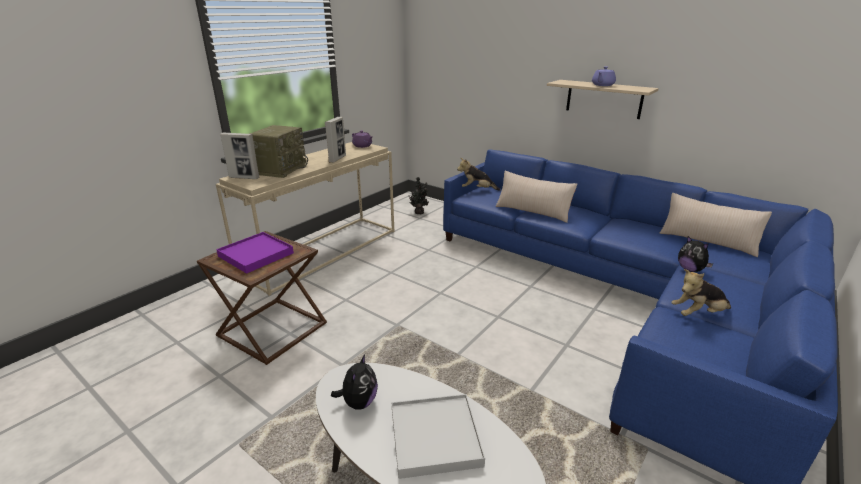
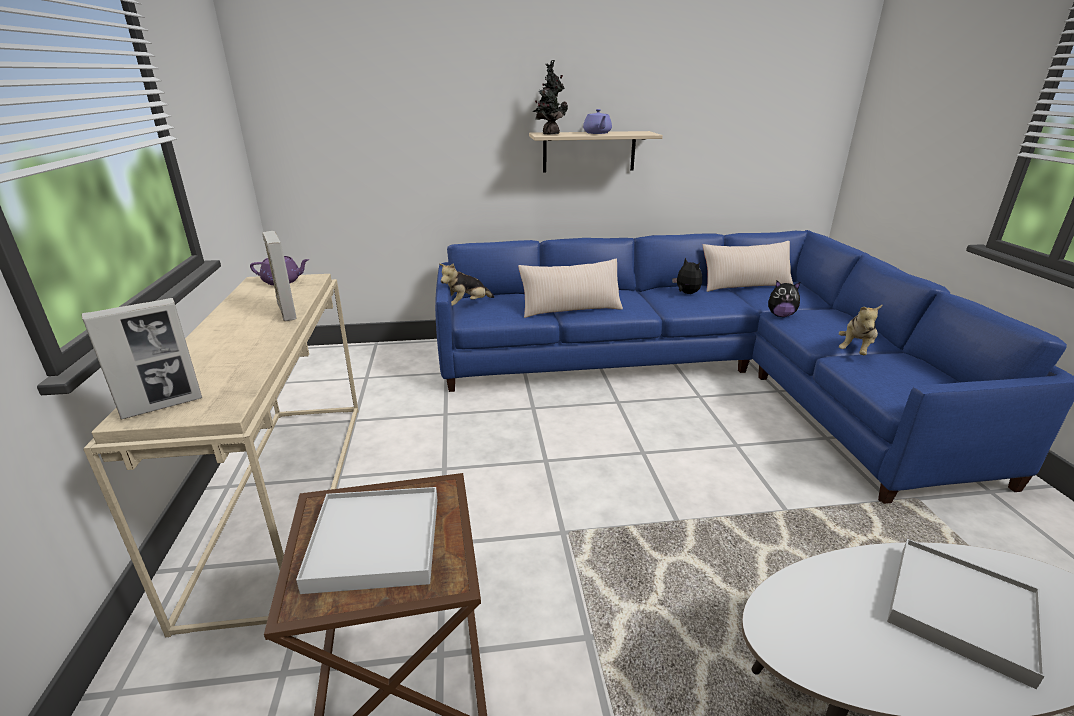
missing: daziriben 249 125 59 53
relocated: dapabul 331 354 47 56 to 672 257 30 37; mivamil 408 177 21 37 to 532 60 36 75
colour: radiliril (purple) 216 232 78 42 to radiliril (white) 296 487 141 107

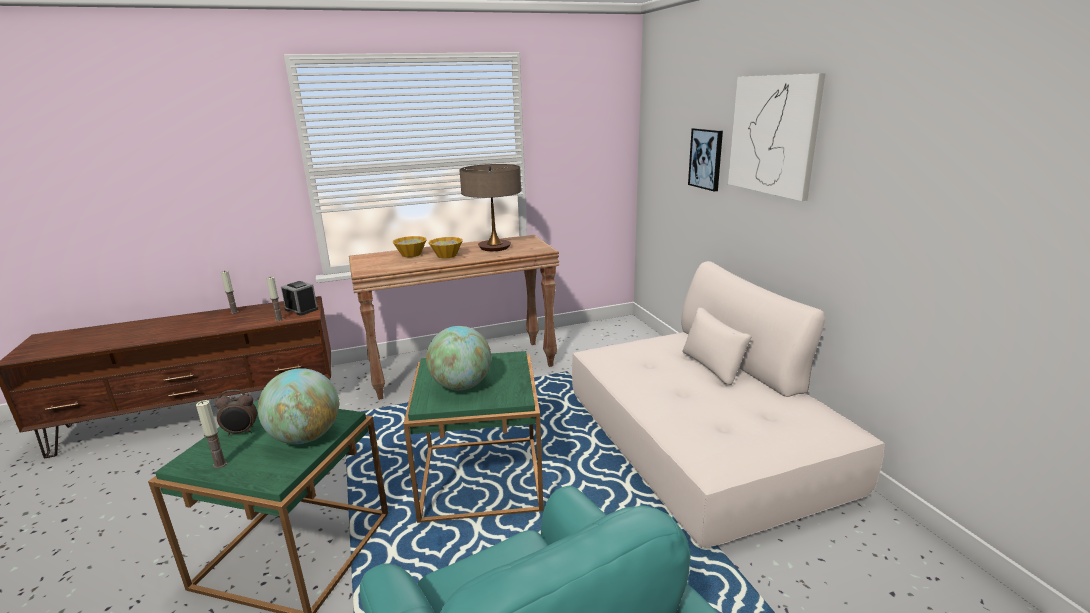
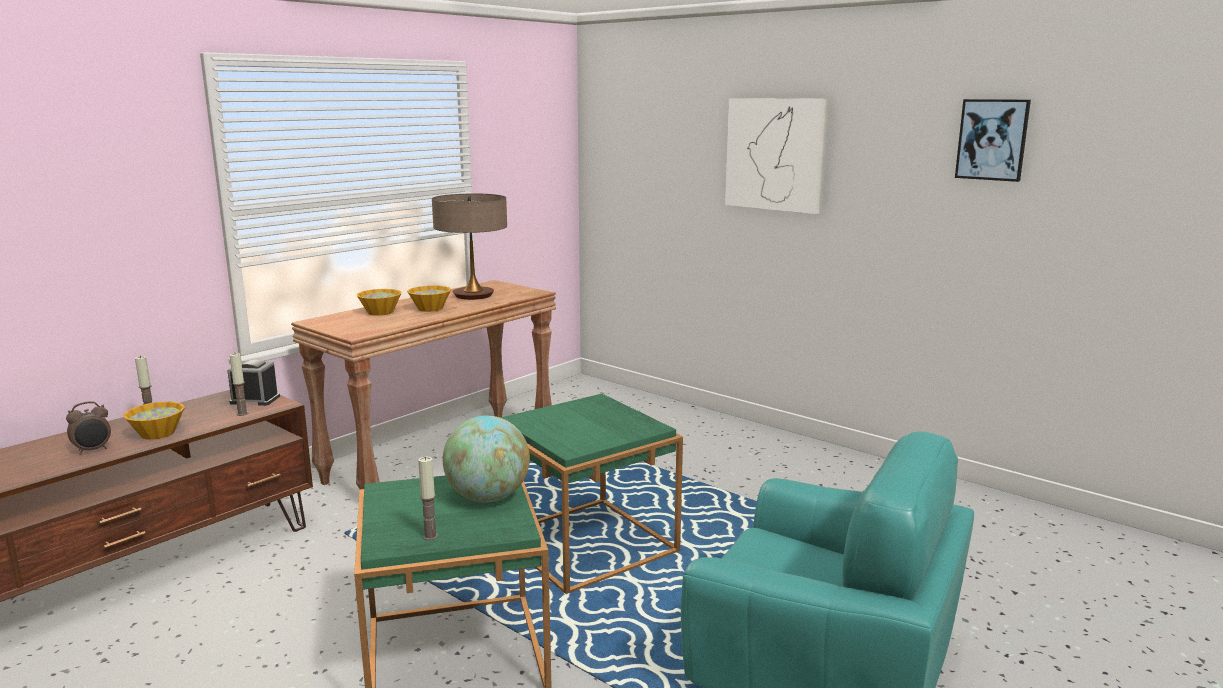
missing: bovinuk 426 326 65 64; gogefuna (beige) 572 261 313 287
appeared: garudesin 123 402 62 38
relocated: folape 215 390 42 46 to 66 401 45 54; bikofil 688 128 35 63 to 955 99 76 83

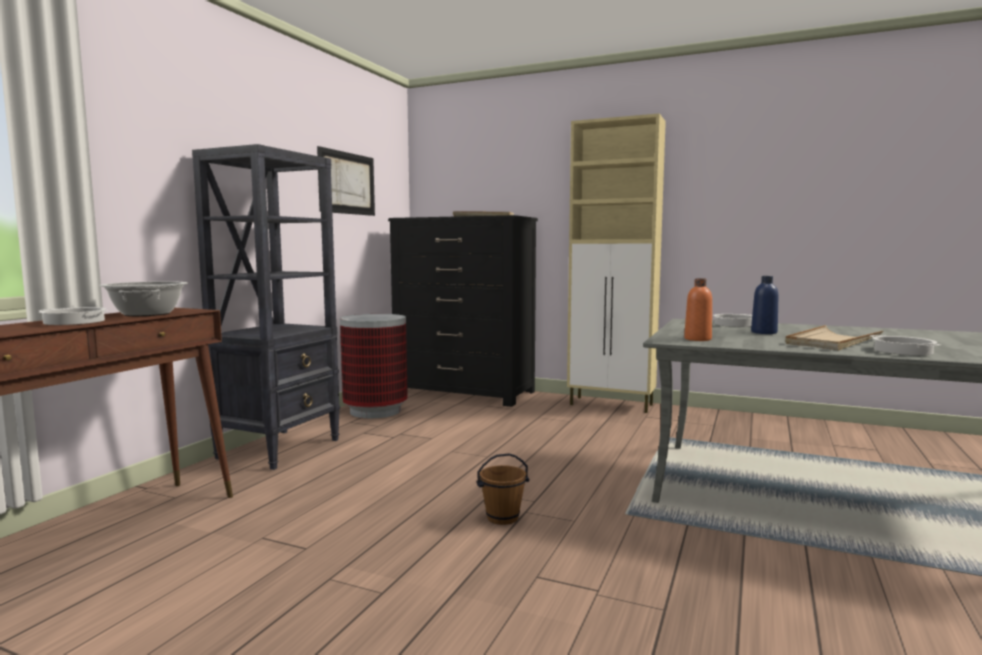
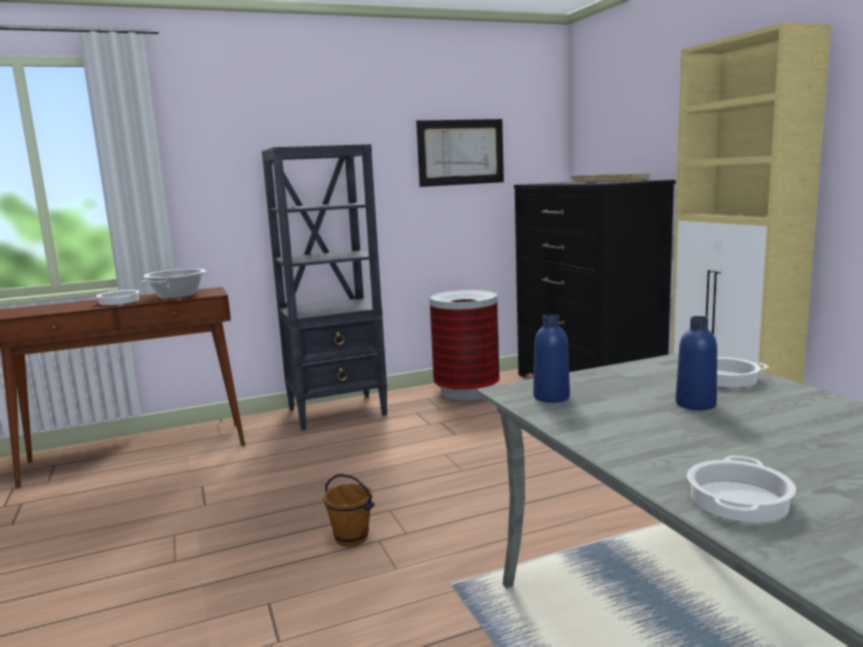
missing: radiliril (beige) 785 325 98 25
colour: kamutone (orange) 684 278 28 63 to kamutone (blue) 533 314 37 89

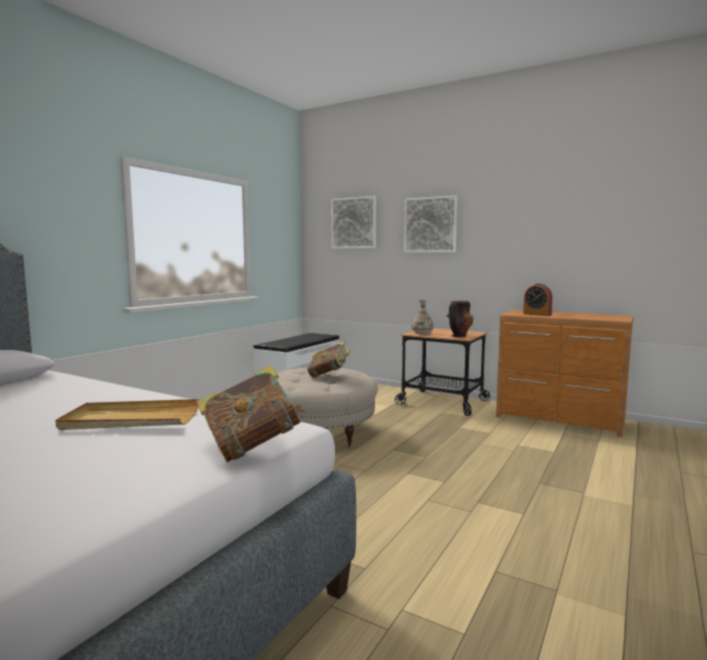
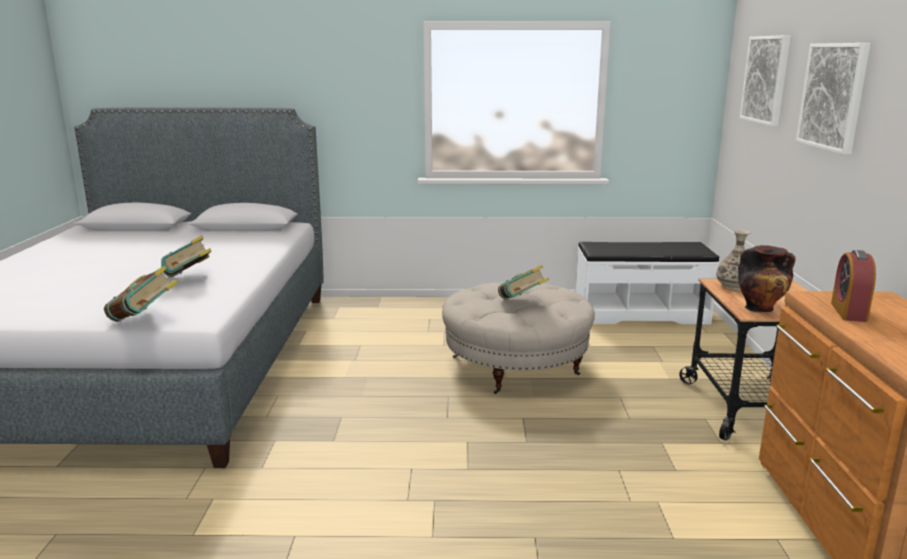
exchanged: radiliril (beige) 55 399 145 31 to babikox 161 235 51 42

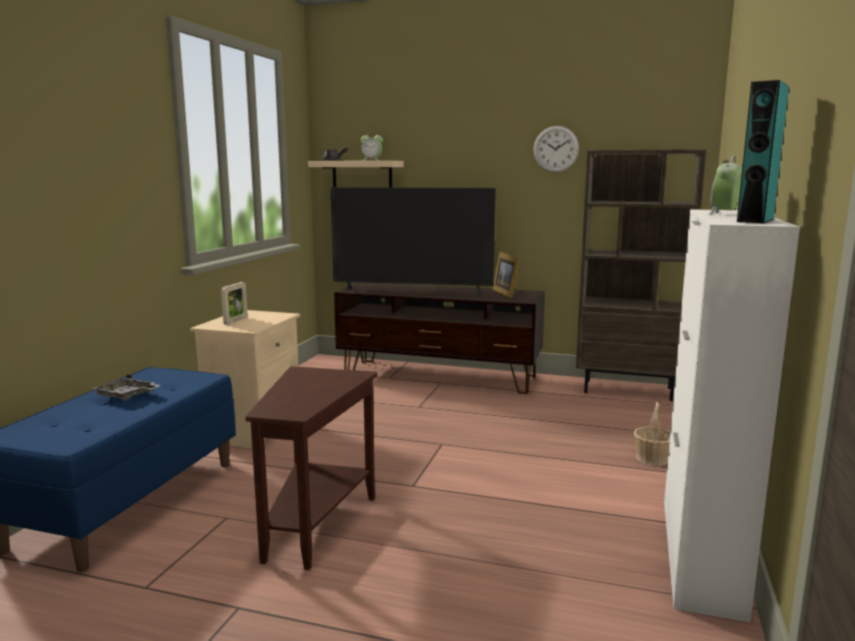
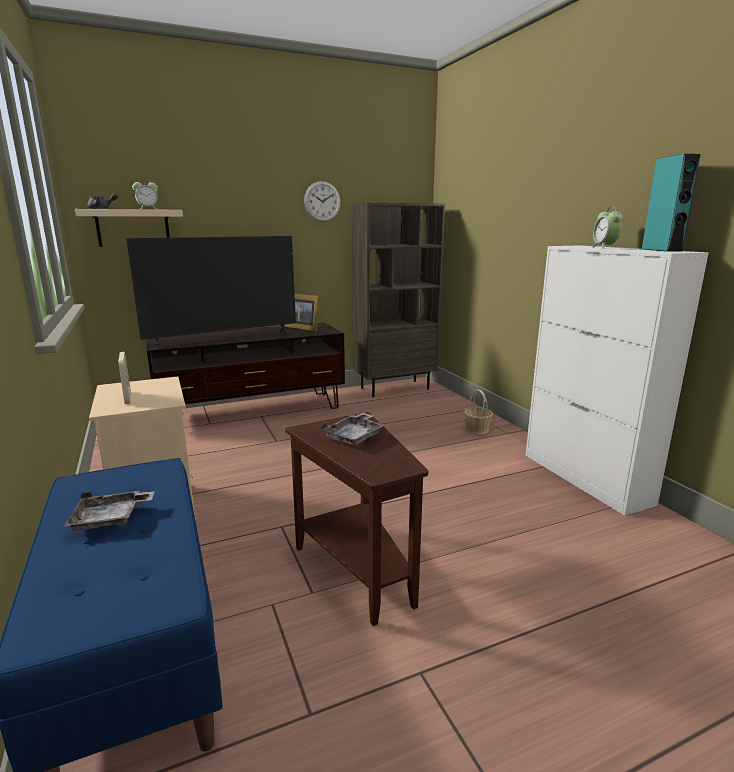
appeared: radiliril (grey) 321 413 64 32

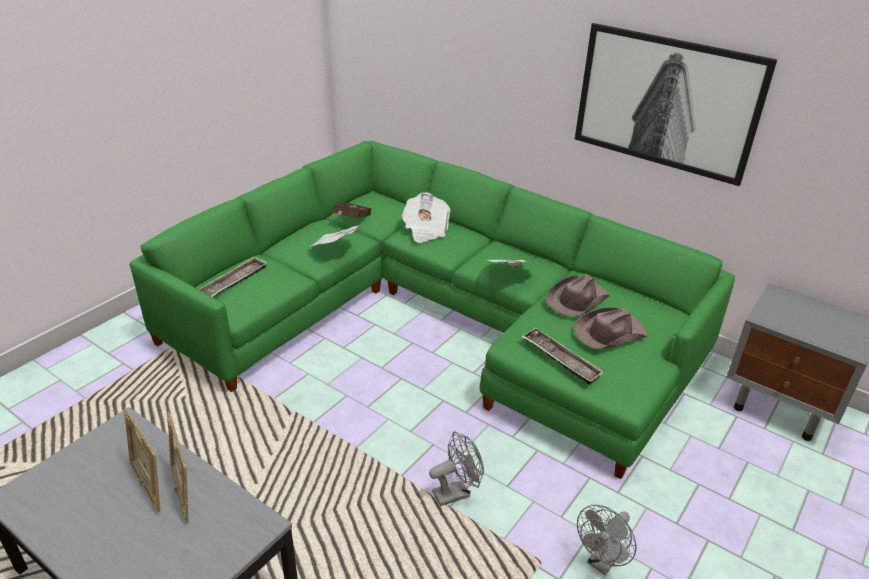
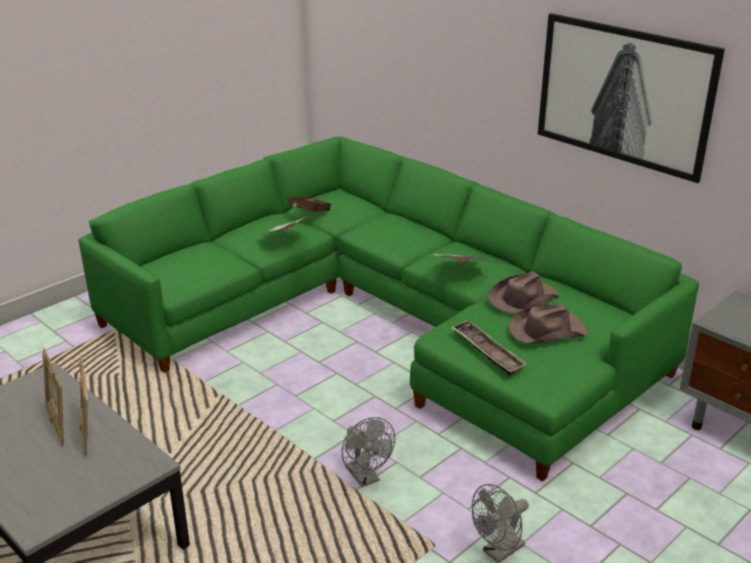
missing: radiliril 199 256 68 41; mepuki 402 193 49 50
spun: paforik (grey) 429 431 55 75 = 342 417 53 70 75 degrees clockwise

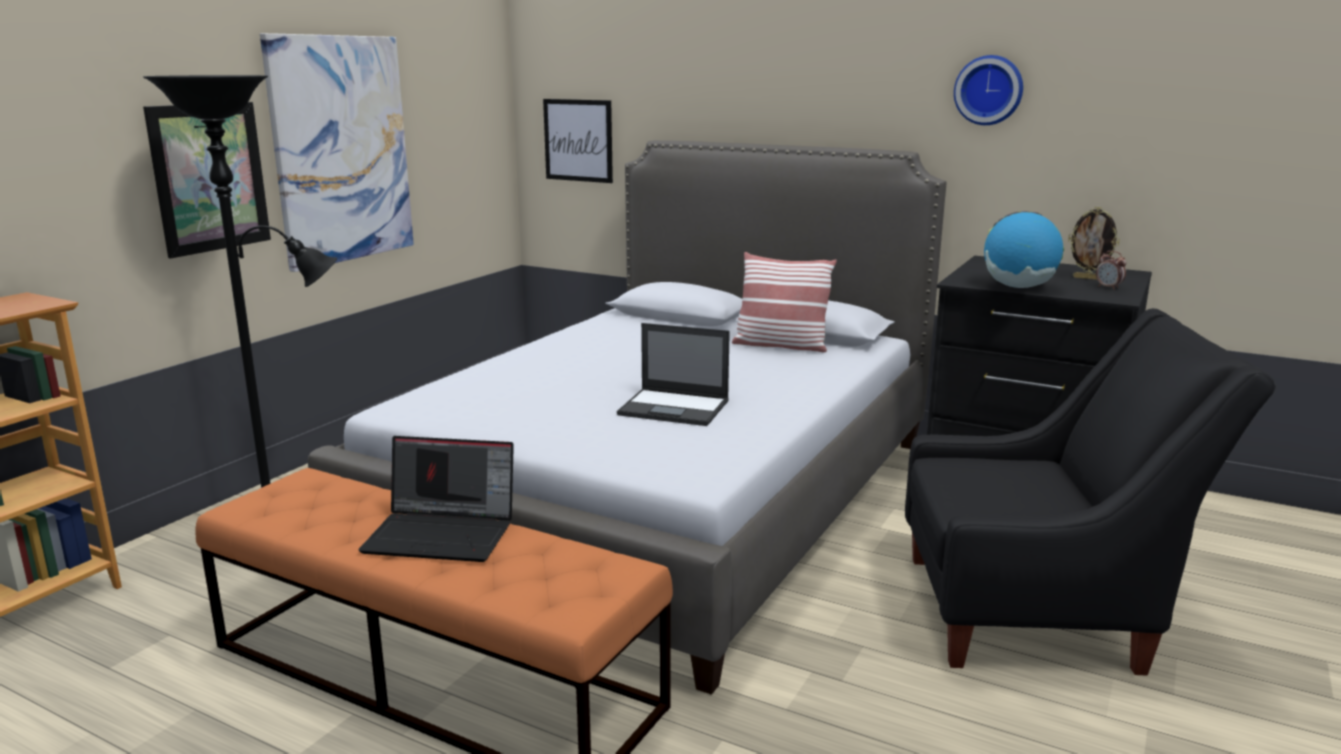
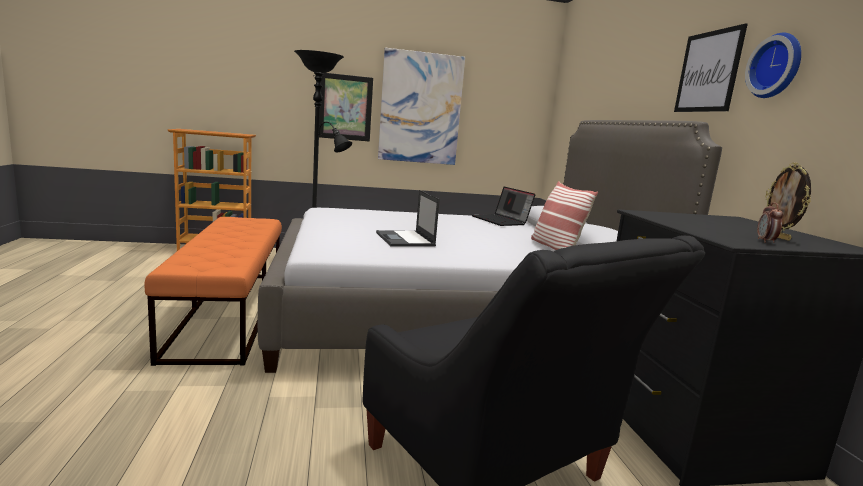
missing: bovinuk 984 211 80 77
relocated: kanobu 359 436 155 126 to 472 187 63 39; bikofil 543 99 70 84 to 674 24 74 88

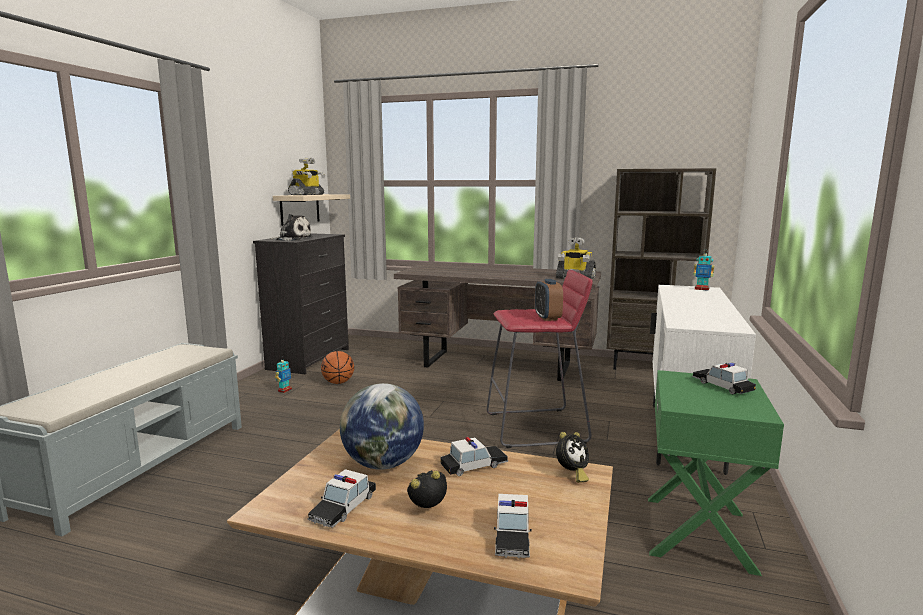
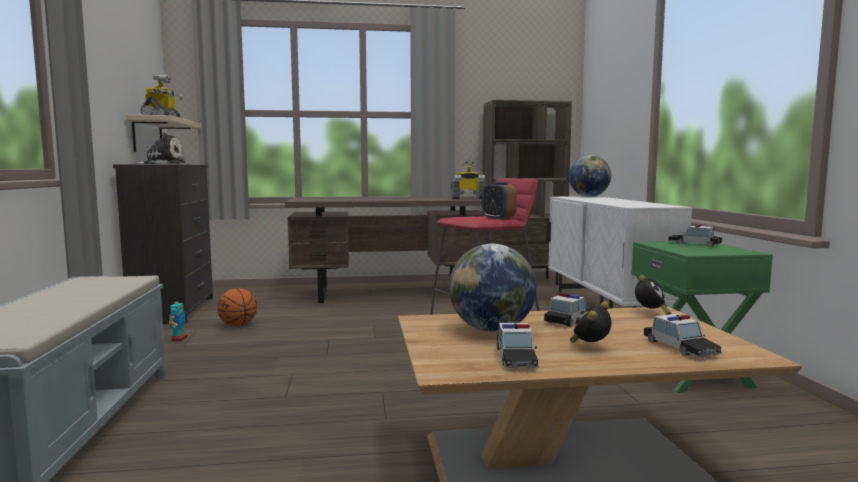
exchanged: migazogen 693 250 21 41 to bovinuk 569 155 42 42

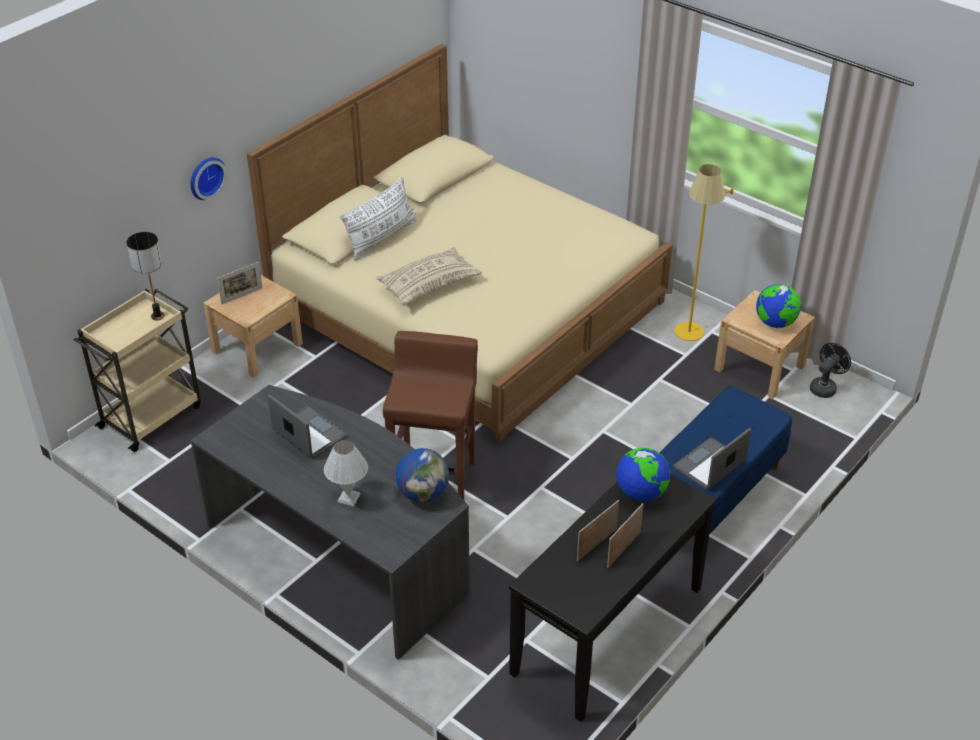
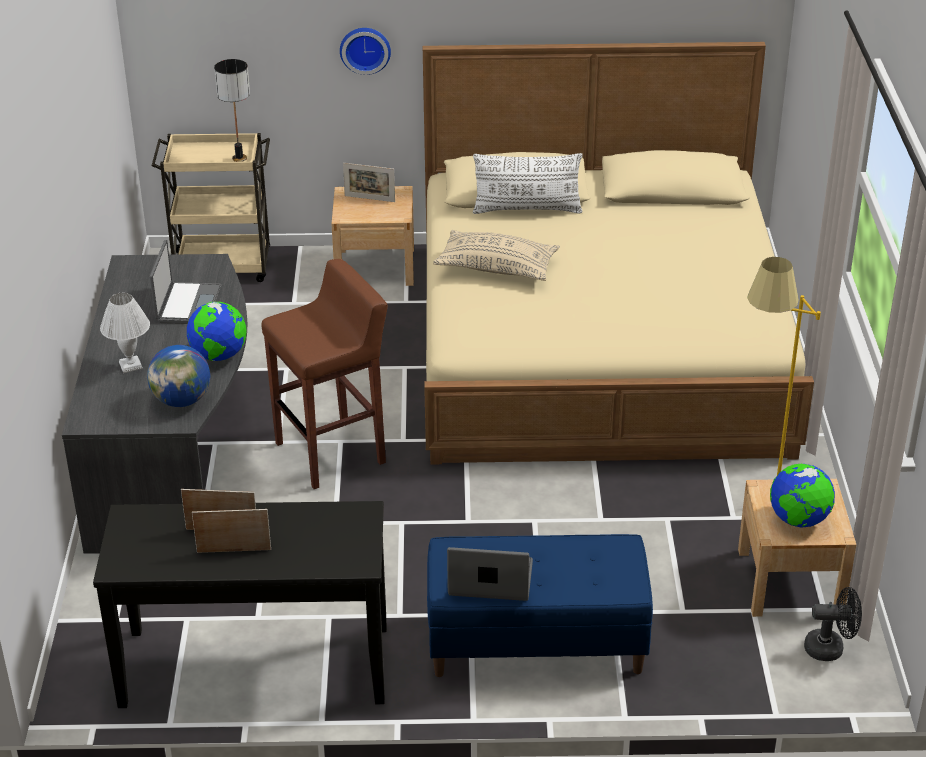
relocated: bovinuk 616 448 54 53 to 187 302 59 59

